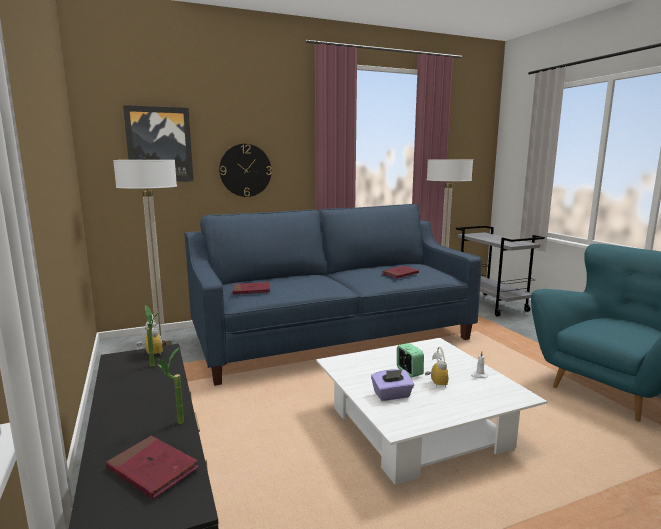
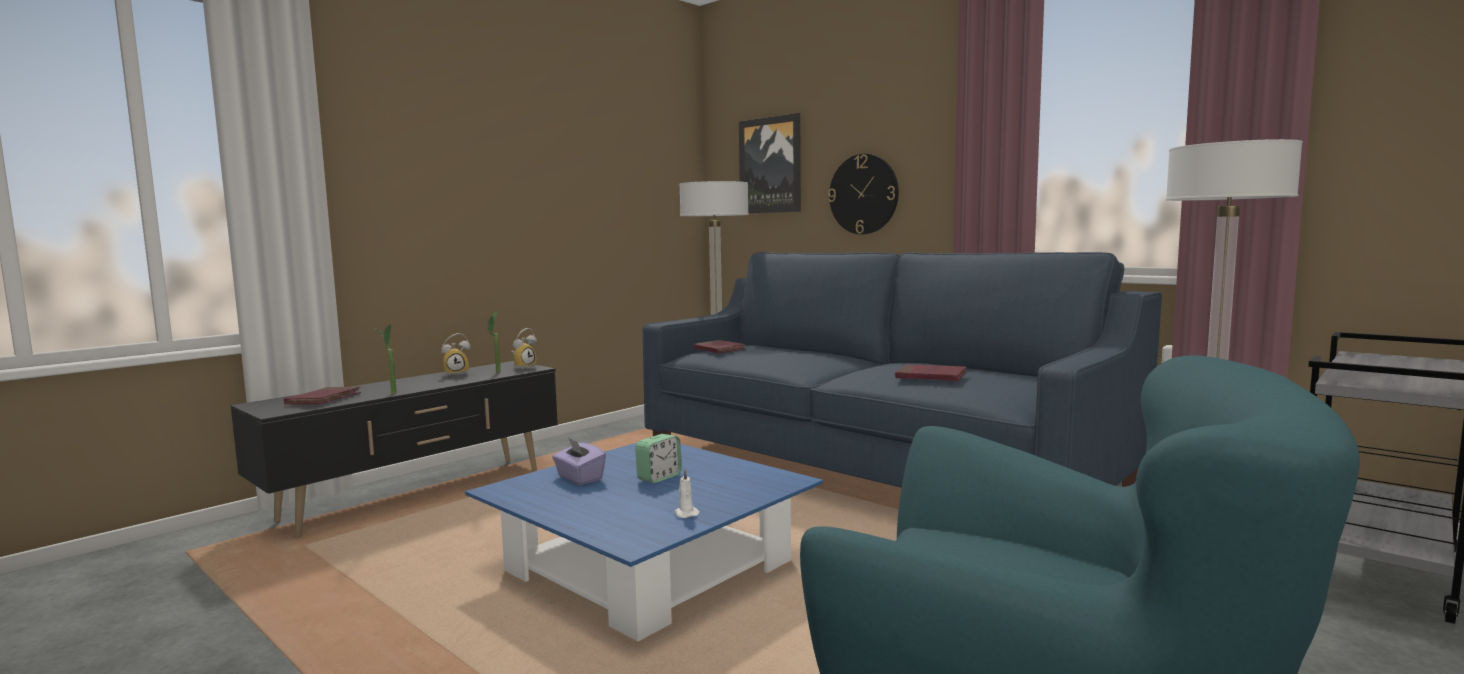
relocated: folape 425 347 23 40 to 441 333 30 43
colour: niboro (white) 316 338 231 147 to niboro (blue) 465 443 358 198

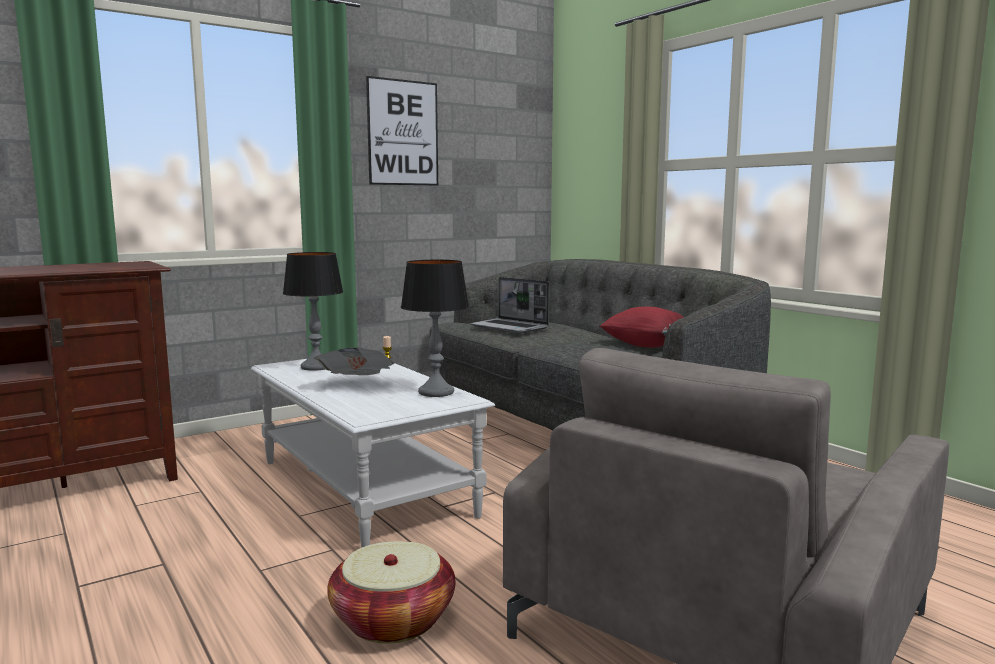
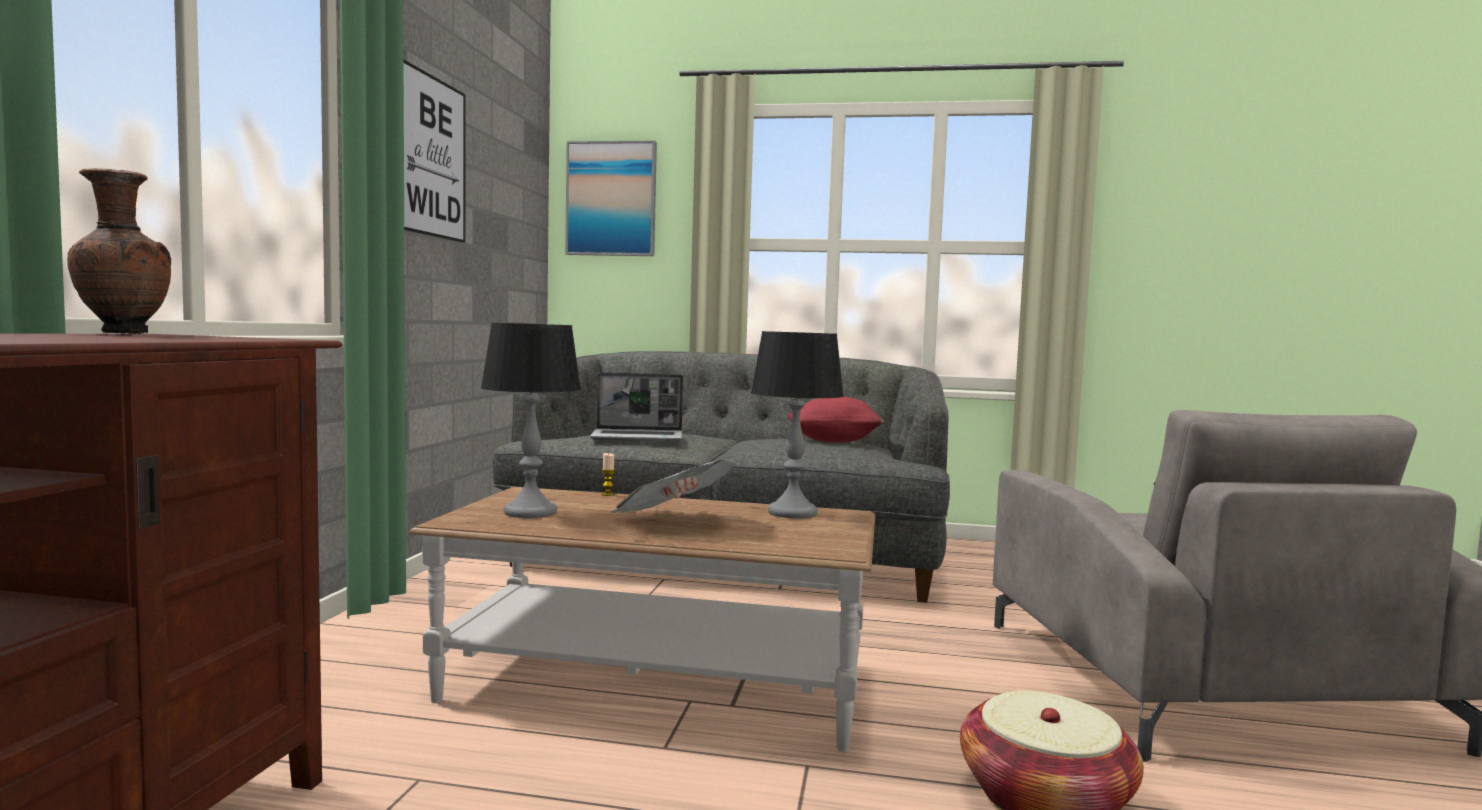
appeared: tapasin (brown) 67 168 104 166; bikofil 565 140 92 116
colour: niboro (white) 251 359 244 189 to niboro (brown) 408 487 467 265

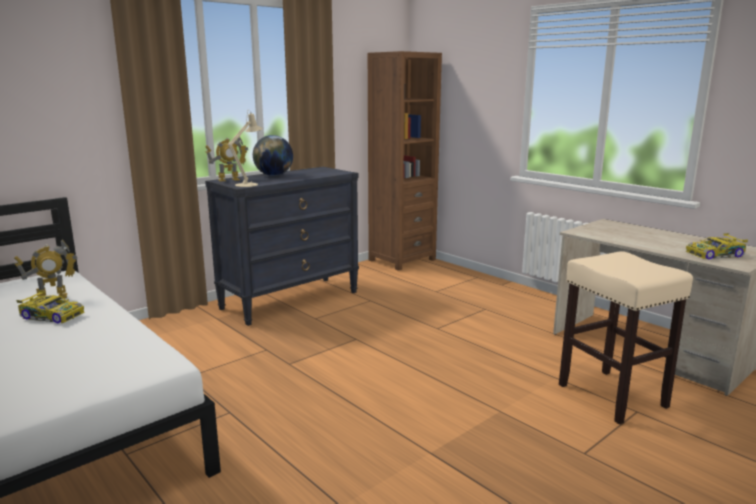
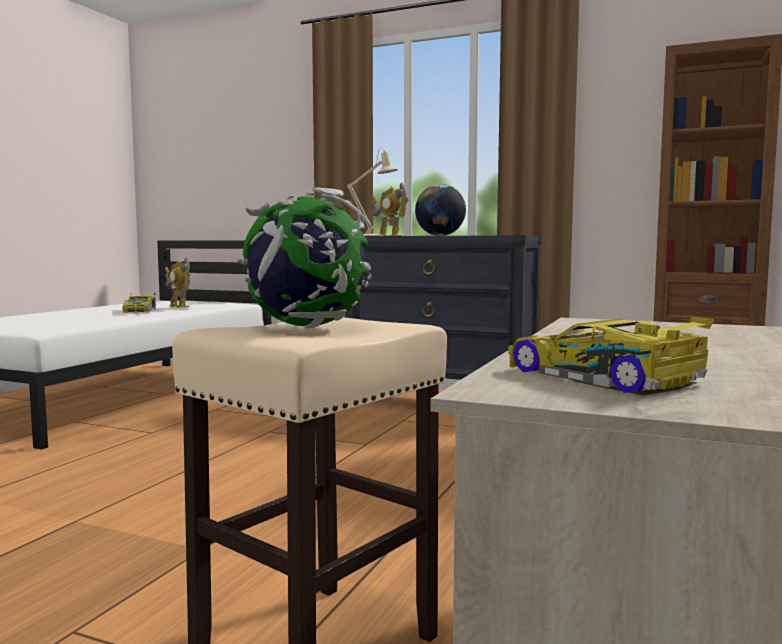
appeared: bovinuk 237 187 135 141

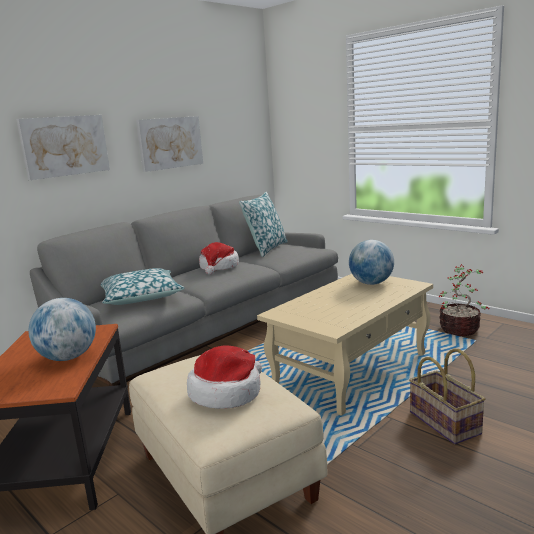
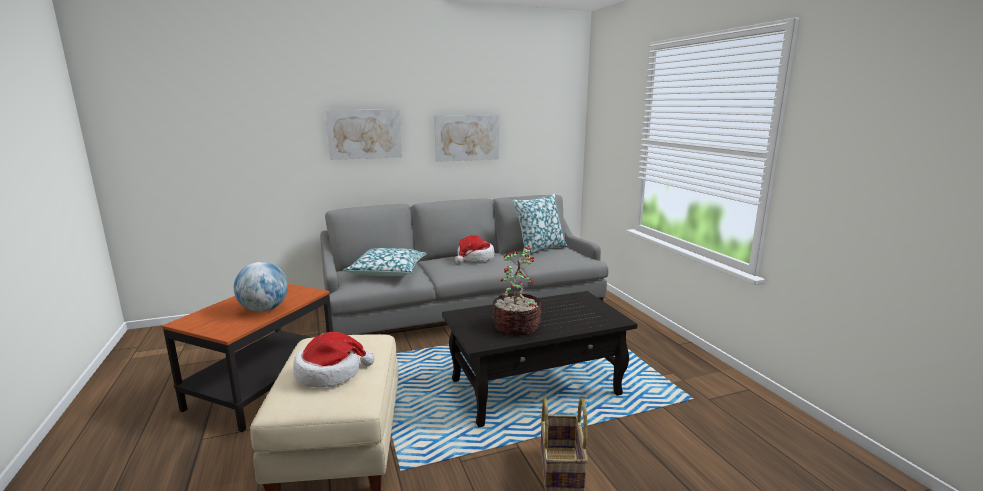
missing: bovinuk 349 240 45 45
relocated: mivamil 438 264 51 72 to 492 246 49 89
colour: niboro (beige) 257 274 176 142 to niboro (black) 442 291 195 136

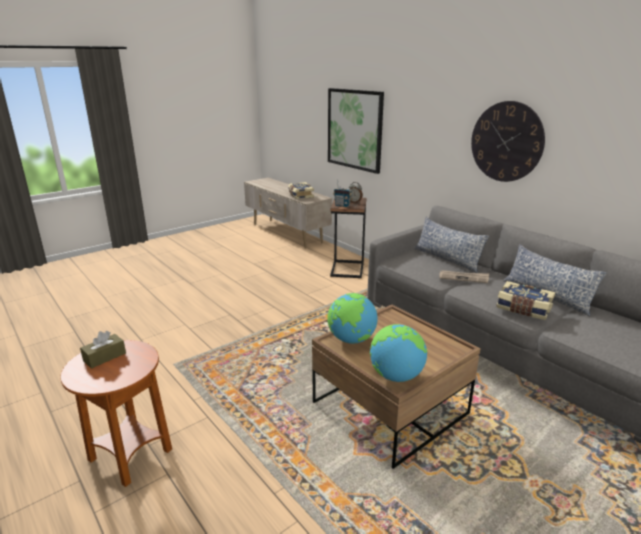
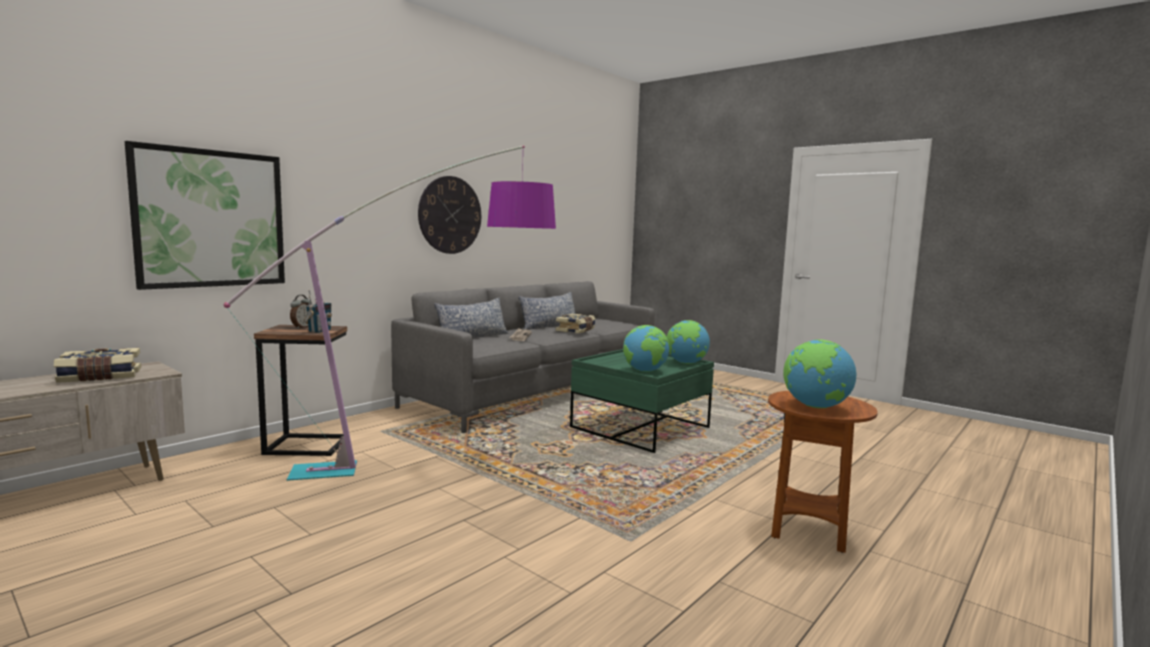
appeared: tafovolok 224 146 332 335
exchanged: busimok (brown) 80 331 46 38 to bovinuk 783 339 73 69
colour: niboro (brown) 312 305 168 164 to niboro (green) 570 349 144 104

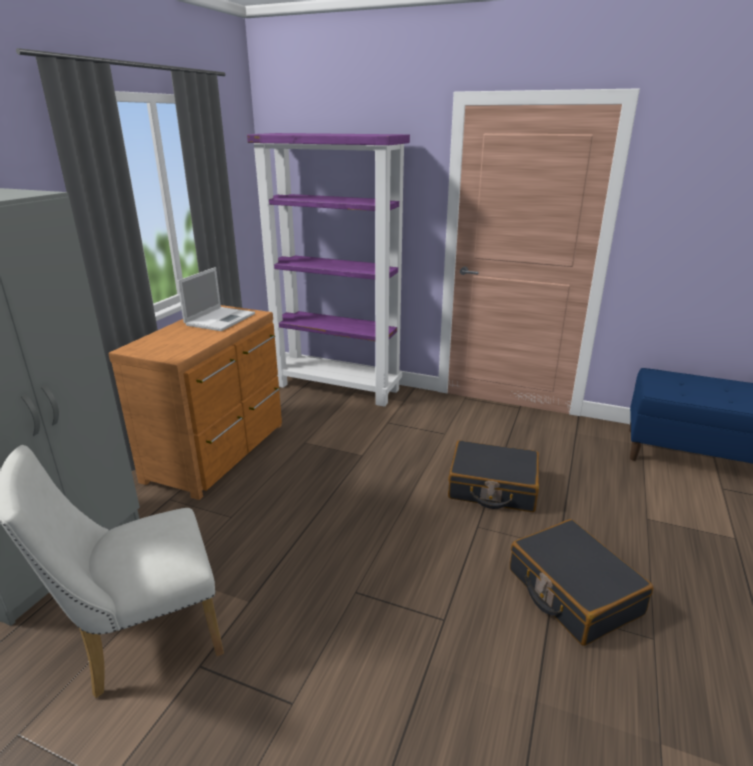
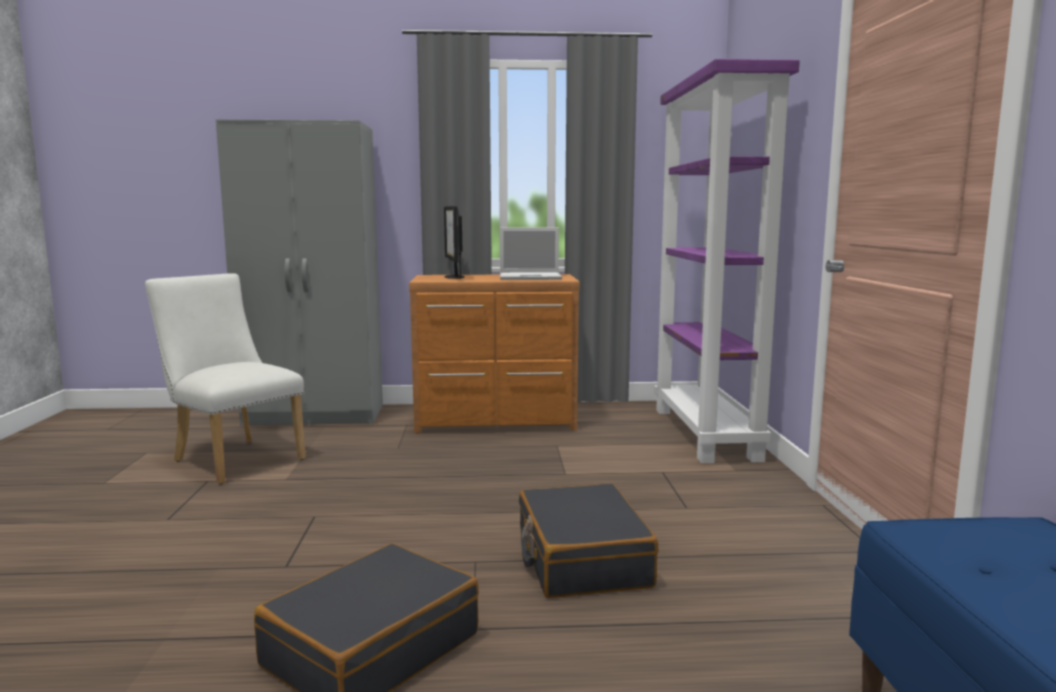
appeared: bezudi 444 206 21 73

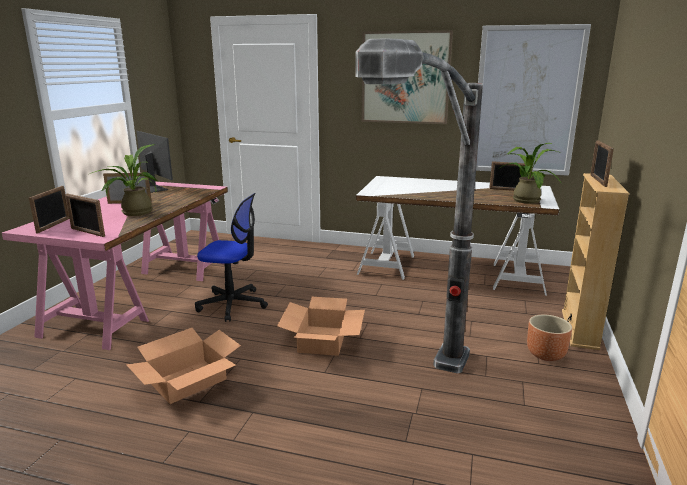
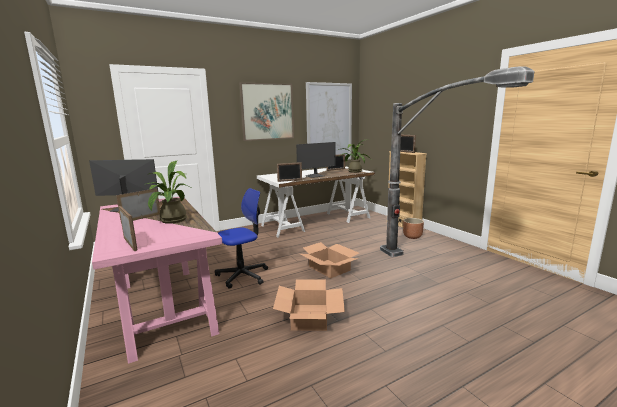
appeared: bezudi 296 142 39 36
relocated: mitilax 65 194 40 43 to 277 162 25 20

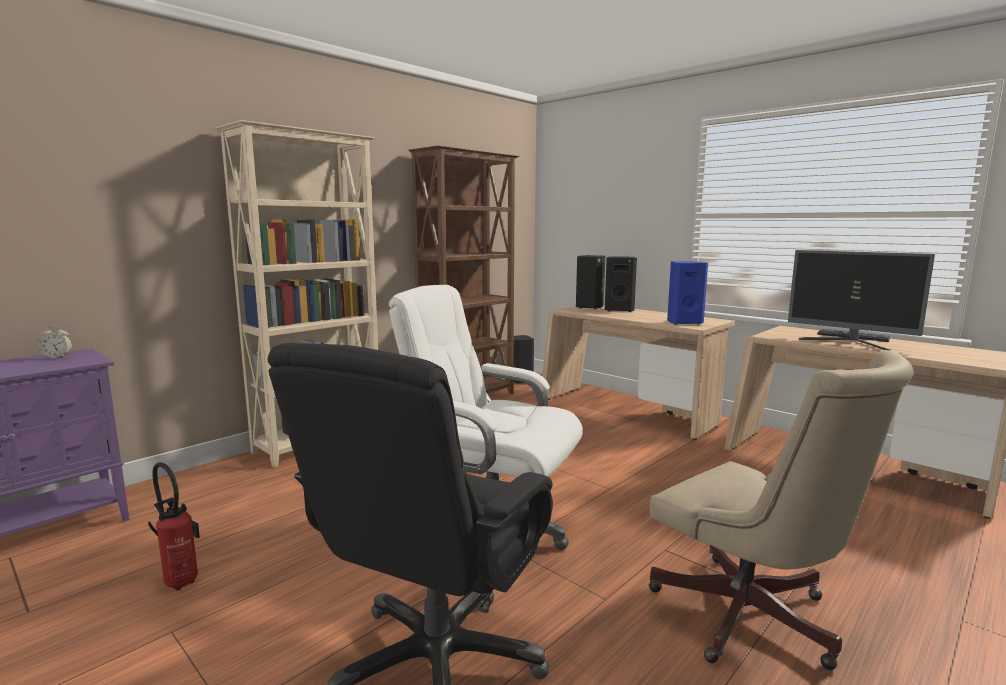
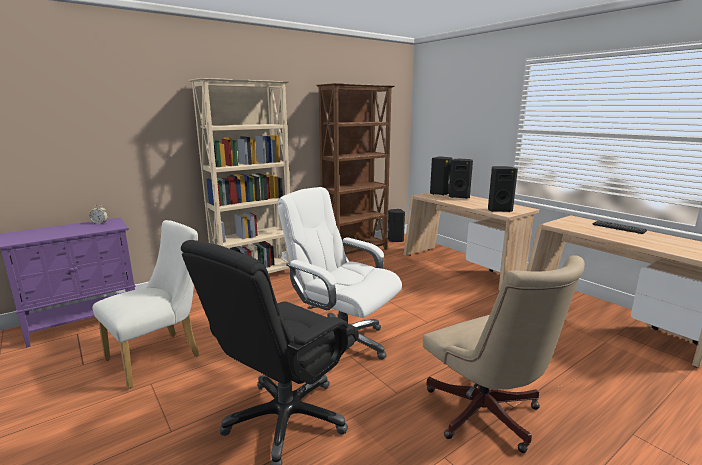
missing: bezudi 788 250 147 100
exchanged: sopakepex 148 462 52 128 to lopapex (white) 93 220 106 168
colour: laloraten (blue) 667 261 41 64 to laloraten (black) 488 166 30 46

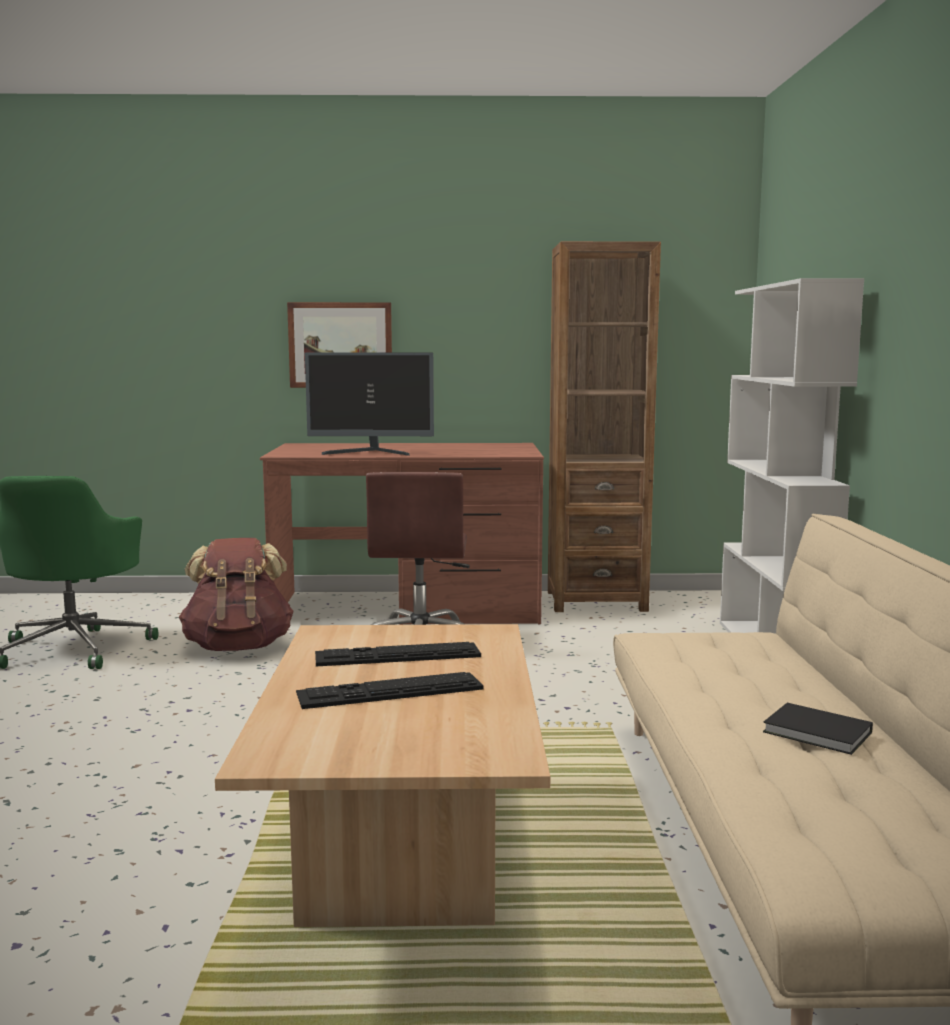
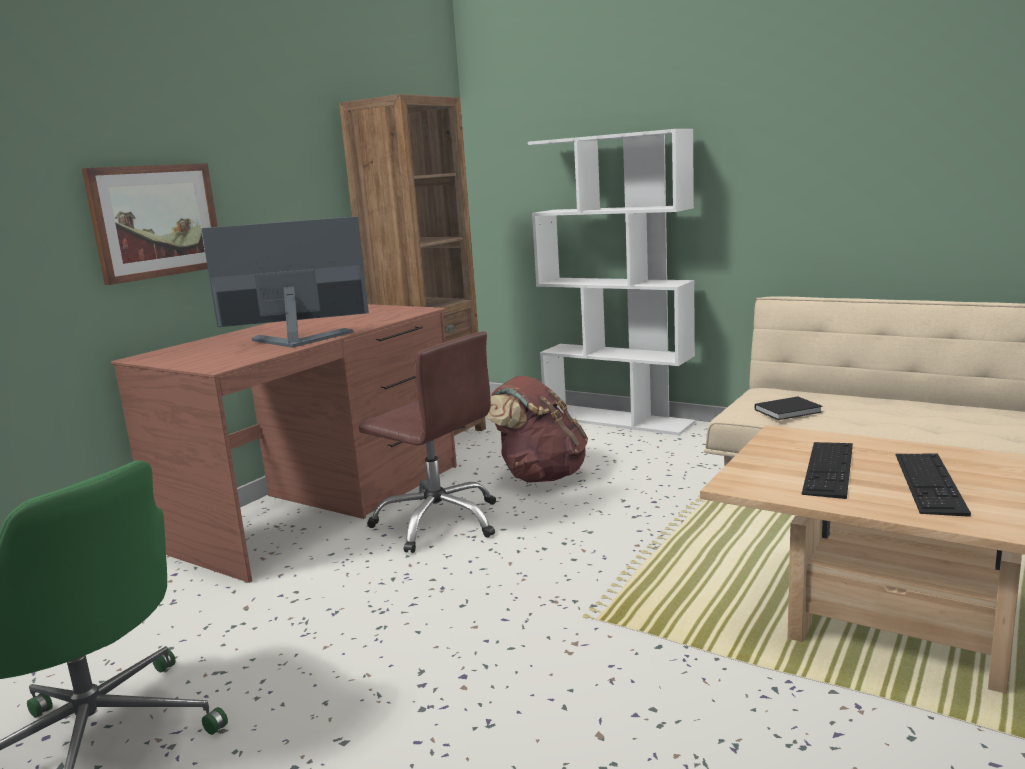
relocated: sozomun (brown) 179 538 115 113 to 486 376 102 106; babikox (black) 763 703 110 52 to 755 396 68 24
spun: bezudi 305 352 129 104 = 201 216 168 132 135 degrees counterclockwise

